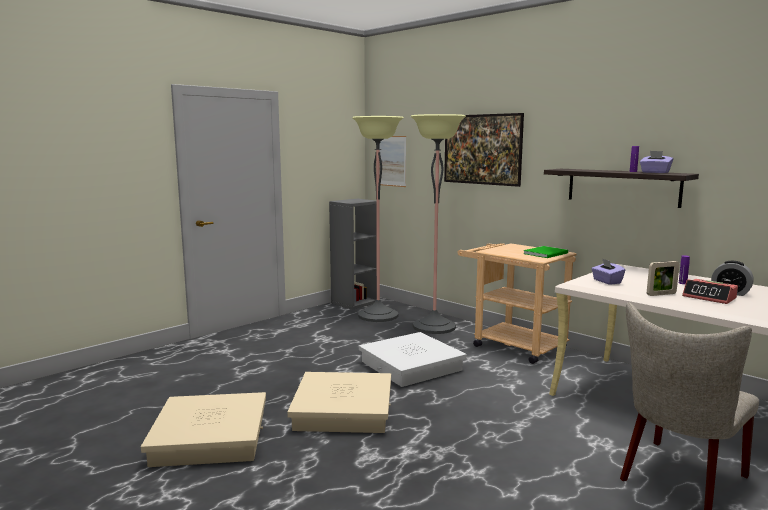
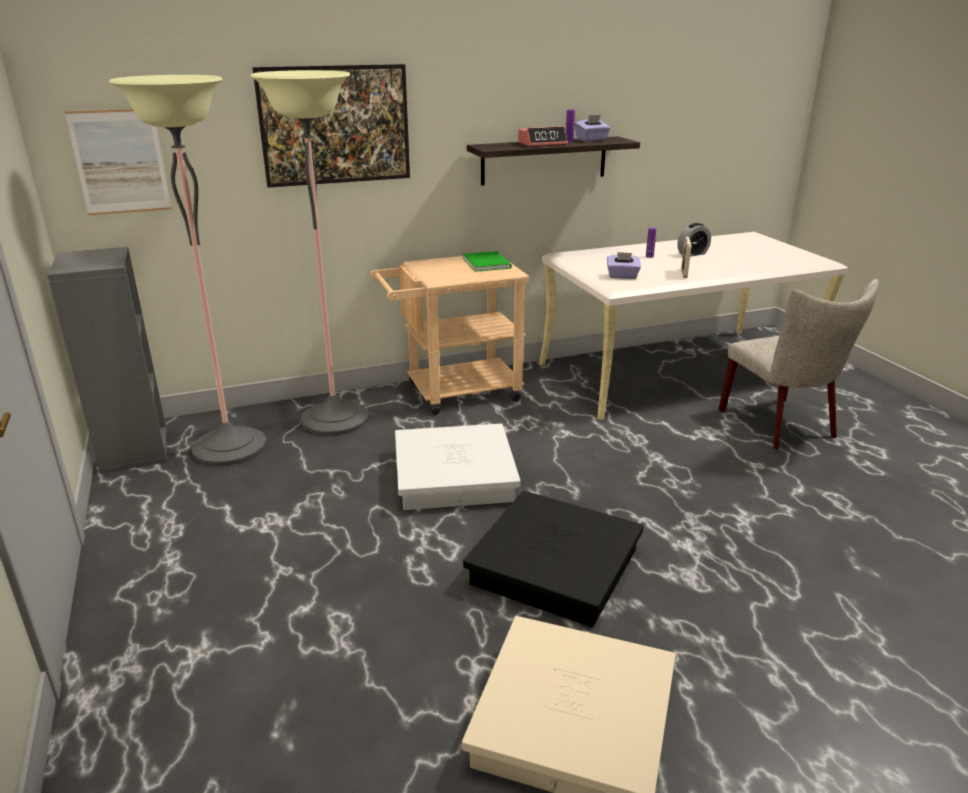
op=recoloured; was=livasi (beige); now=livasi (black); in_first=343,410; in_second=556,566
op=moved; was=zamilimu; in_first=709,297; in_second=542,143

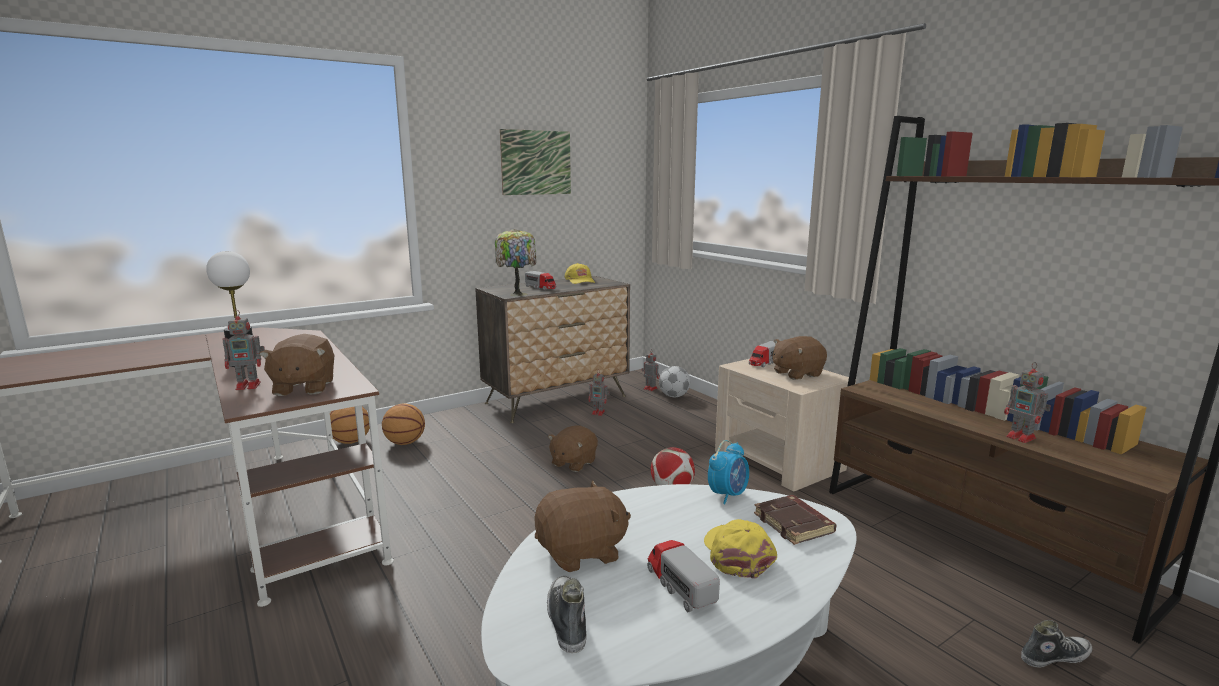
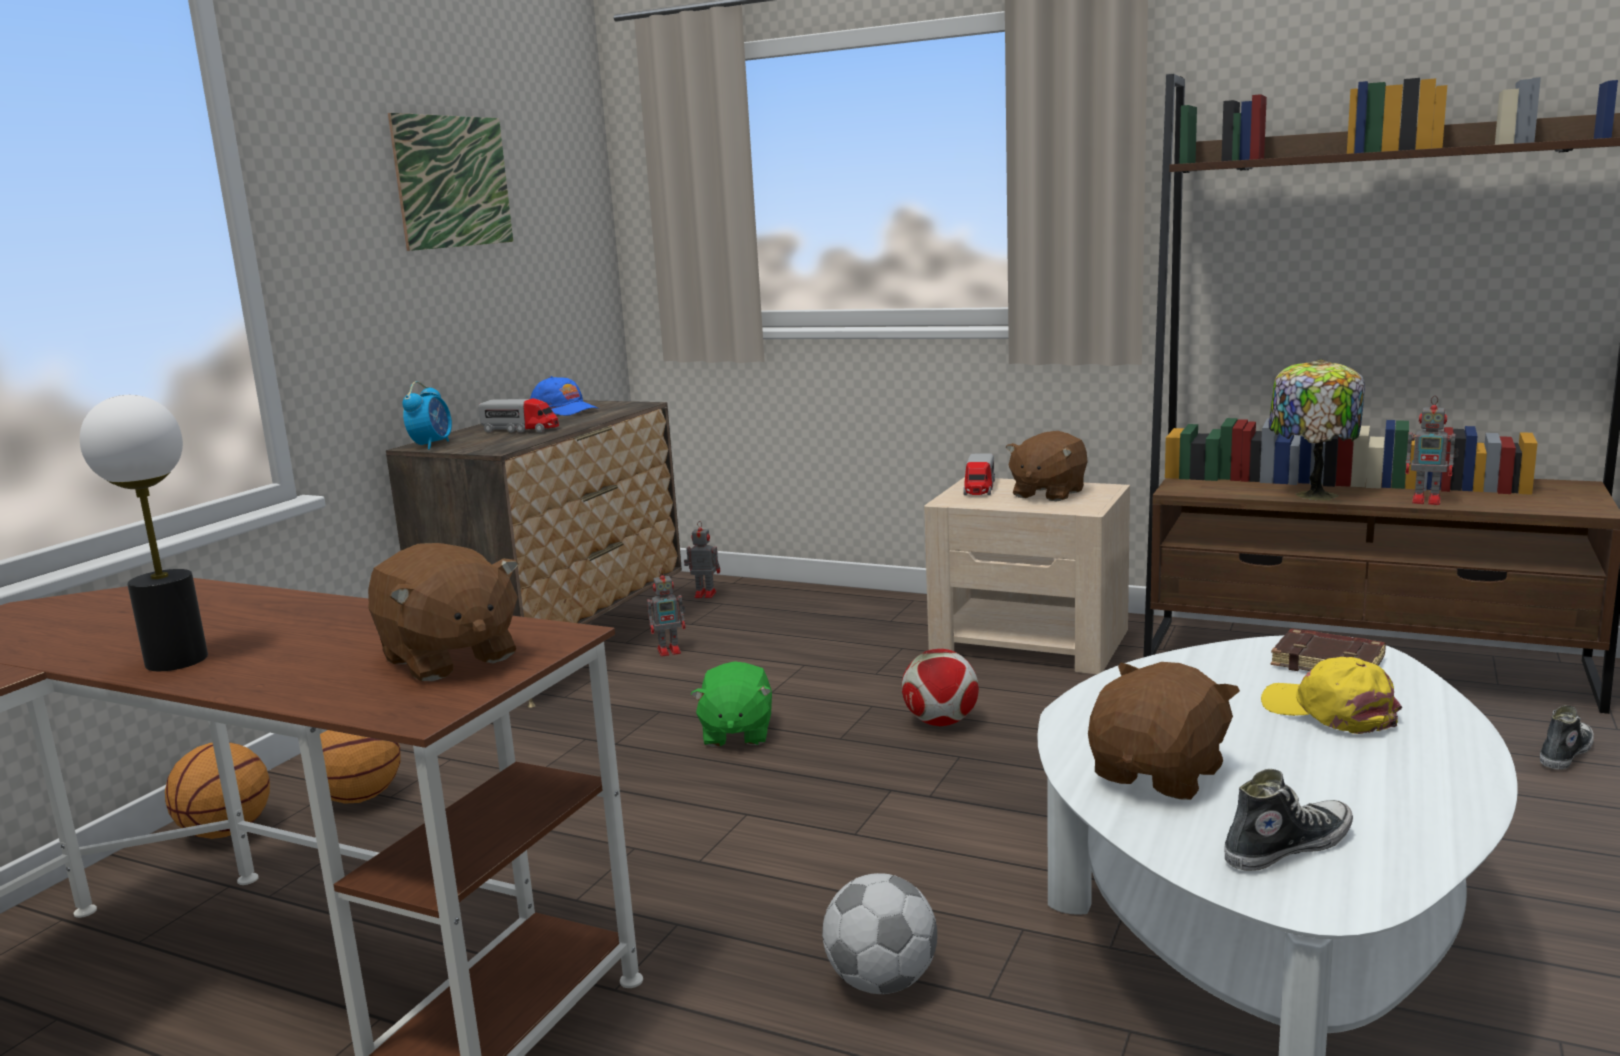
op=moved; was=zamilimu; in_first=728,495; in_second=432,445
op=recoloured; was=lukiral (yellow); now=lukiral (blue); in_first=580,281; in_second=565,410
op=recoloured; was=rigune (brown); now=rigune (green); in_first=573,463; in_second=736,733
op=moved; was=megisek; in_first=674,396; in_second=882,981
op=turned; was=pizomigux; in_first=566,620; in_second=1286,847; clockwise=105
op=moved; was=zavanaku; in_first=517,294; in_second=1312,495
op=removed; was=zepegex; in_first=250,385
op=removed; was=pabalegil; in_first=680,585

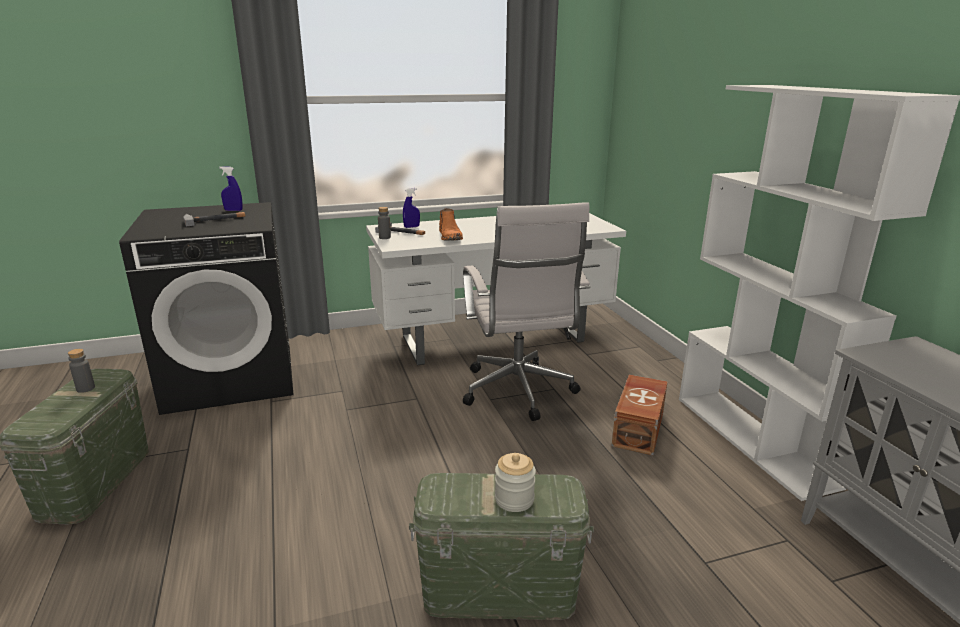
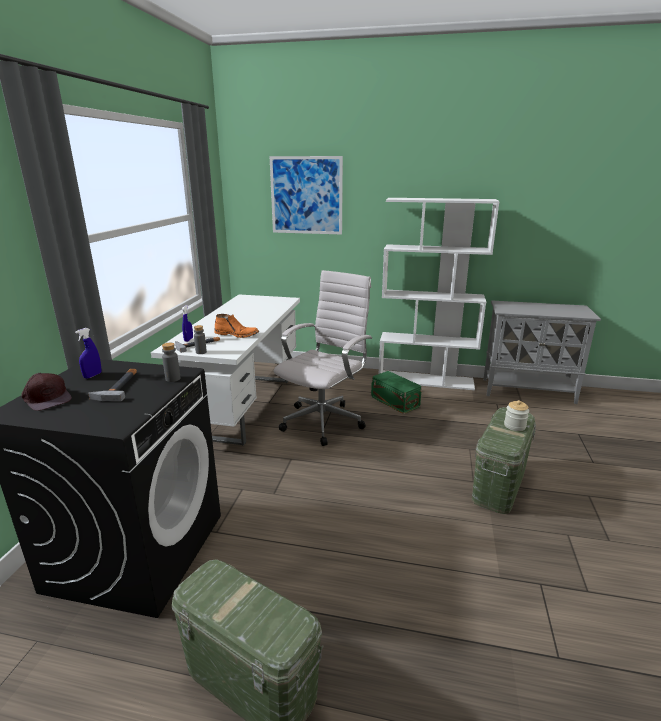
op=added; now=lukiral (brown); in_second=47,398
op=moved; was=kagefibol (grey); in_first=85,388; in_second=173,379
op=added; now=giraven; in_second=306,195
op=turned; was=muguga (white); in_first=519,393; in_second=324,421; clockwise=-75
op=recoloured; was=livasi (brown); now=livasi (green); in_first=639,429; in_second=395,401

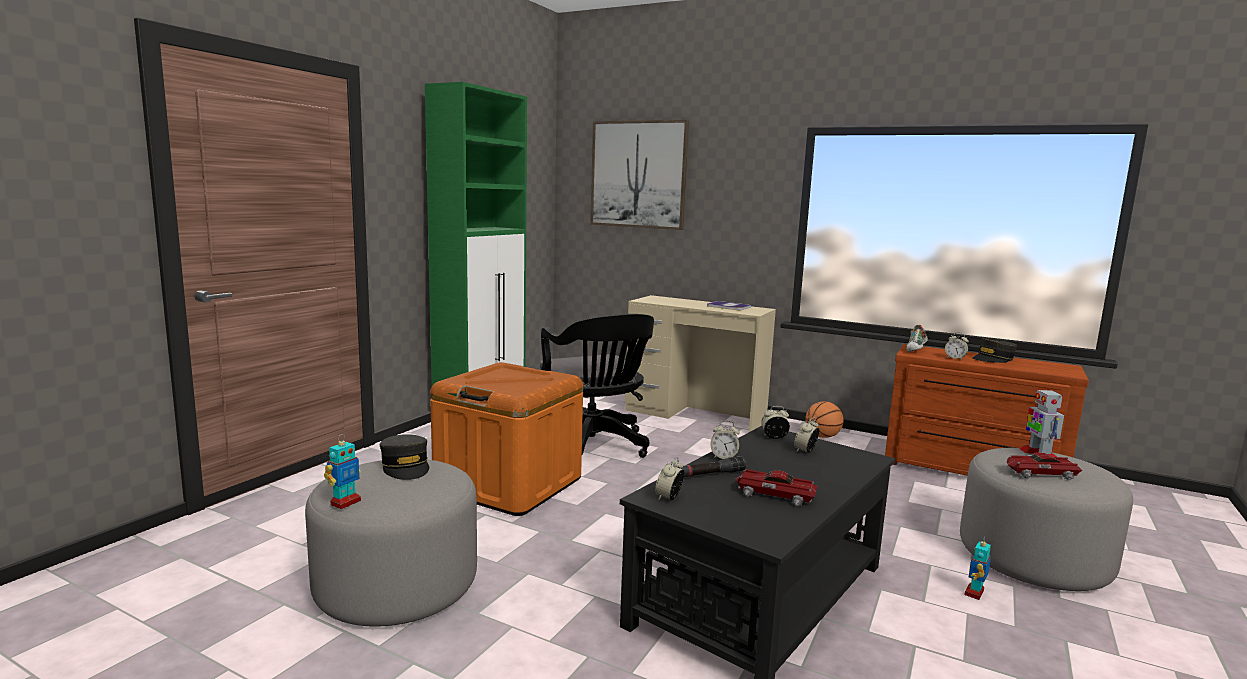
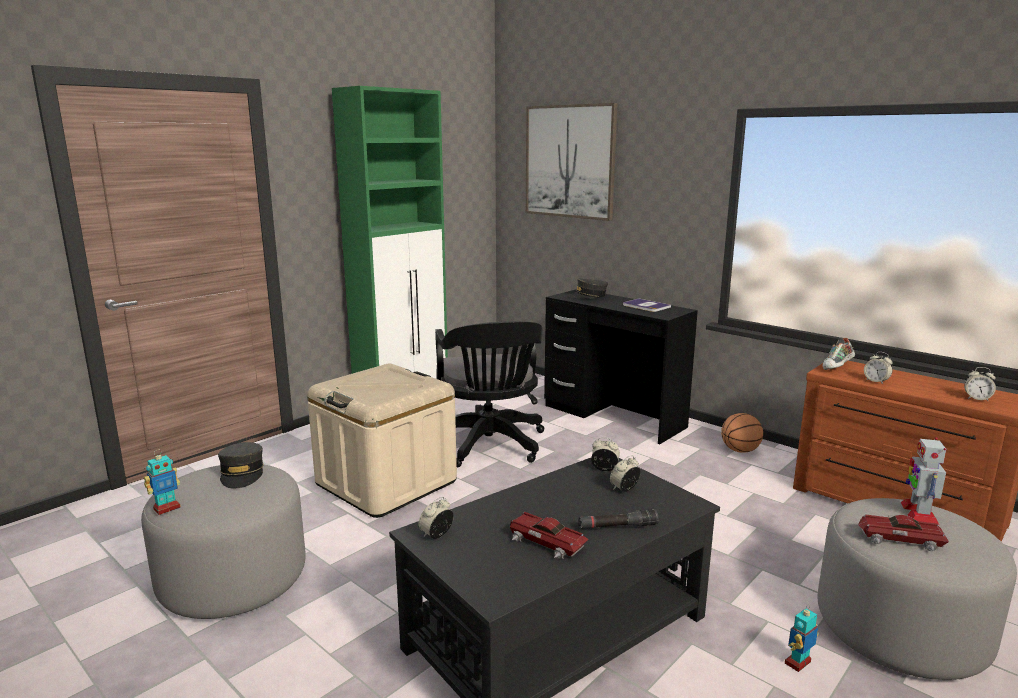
op=recoloured; was=livasi (orange); now=livasi (beige); in_first=509,485; in_second=386,482
op=recoloured; was=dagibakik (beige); now=dagibakik (black); in_first=695,416; in_second=614,416
op=moved; was=lukiral (grey); in_first=993,359; in_second=588,296
op=moved; was=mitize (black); in_first=710,474; in_second=617,526
op=moved; was=zamilimu; in_first=723,457; in_second=977,399

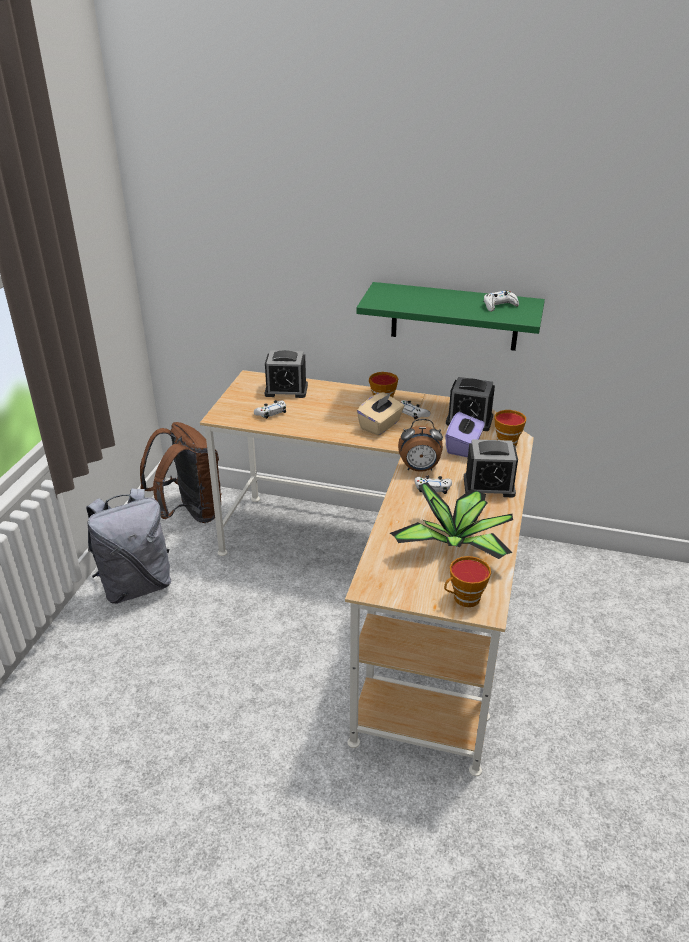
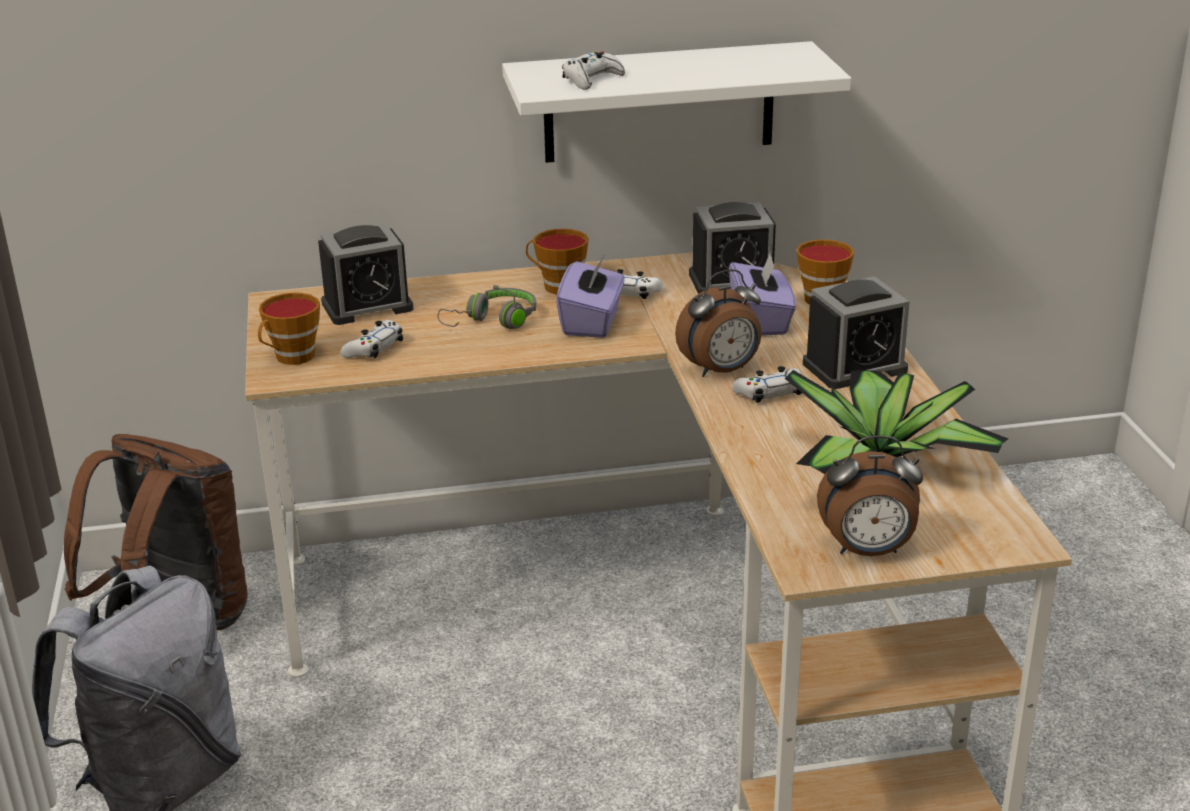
op=moved; was=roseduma; in_first=464,599; in_second=292,358
op=added; now=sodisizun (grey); in_second=493,321
op=recoloured; was=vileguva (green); now=vileguva (white); in_first=454,316; in_second=659,102
op=recoloured; was=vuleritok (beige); now=vuleritok (purple); in_first=380,425; in_second=592,322
op=moved; was=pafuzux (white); in_first=499,305; in_second=592,79
op=added; now=zamilimu; in_second=867,551

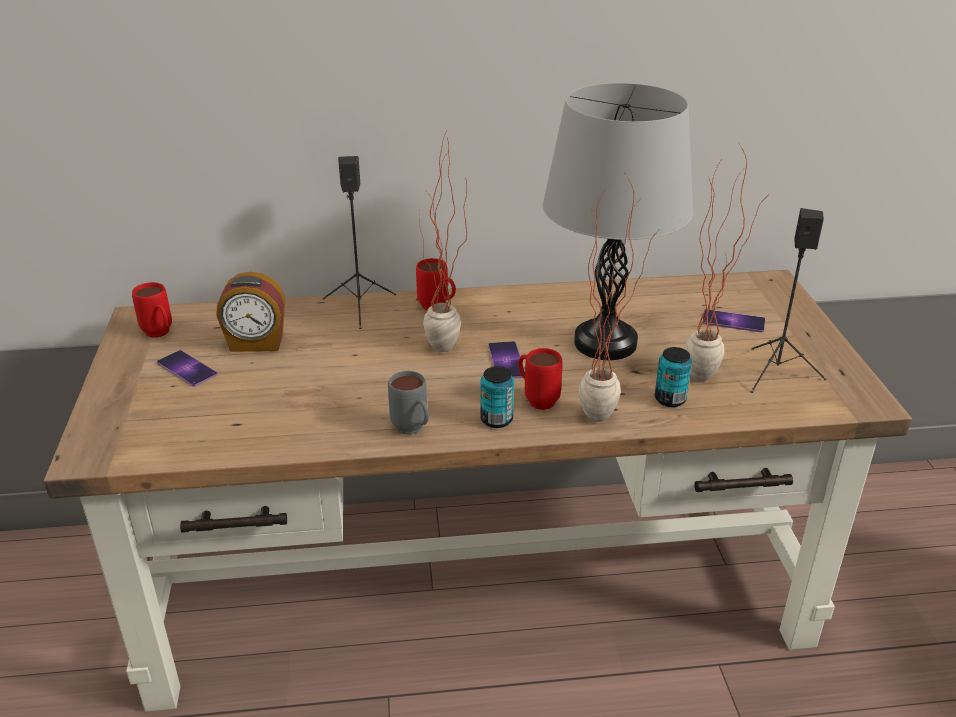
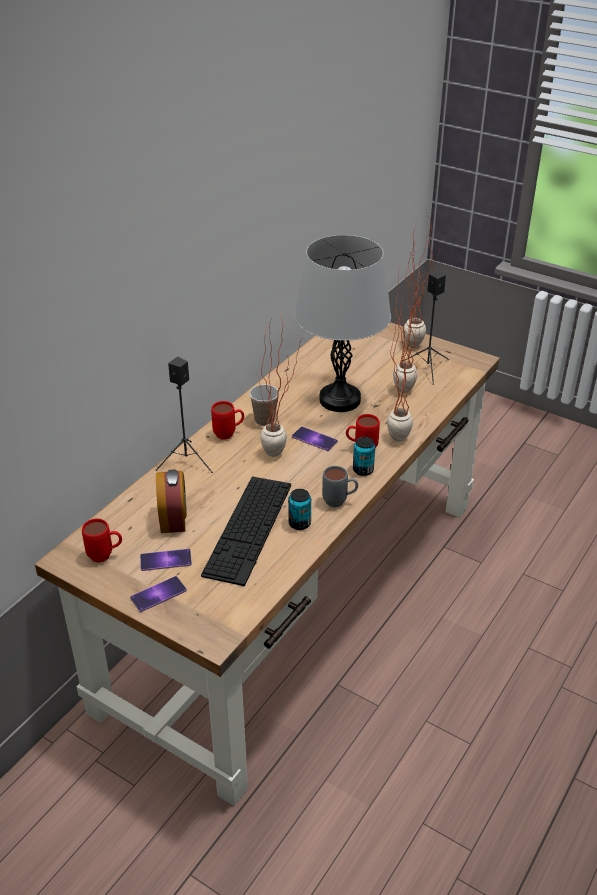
op=moved; was=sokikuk; in_first=733,321; in_second=158,594
op=turned; was=zamilimu; in_first=256,343; in_second=174,520; clockwise=-45
op=added; now=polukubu; in_second=248,528
op=added; now=roseduma; in_second=264,420
op=moved; was=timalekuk; in_first=670,399; in_second=299,523
op=added; now=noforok; in_second=418,343

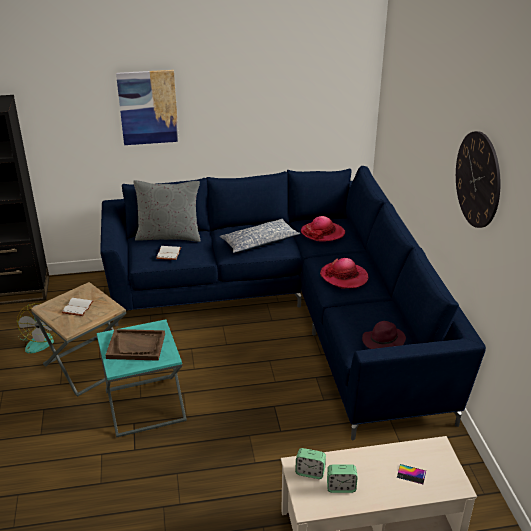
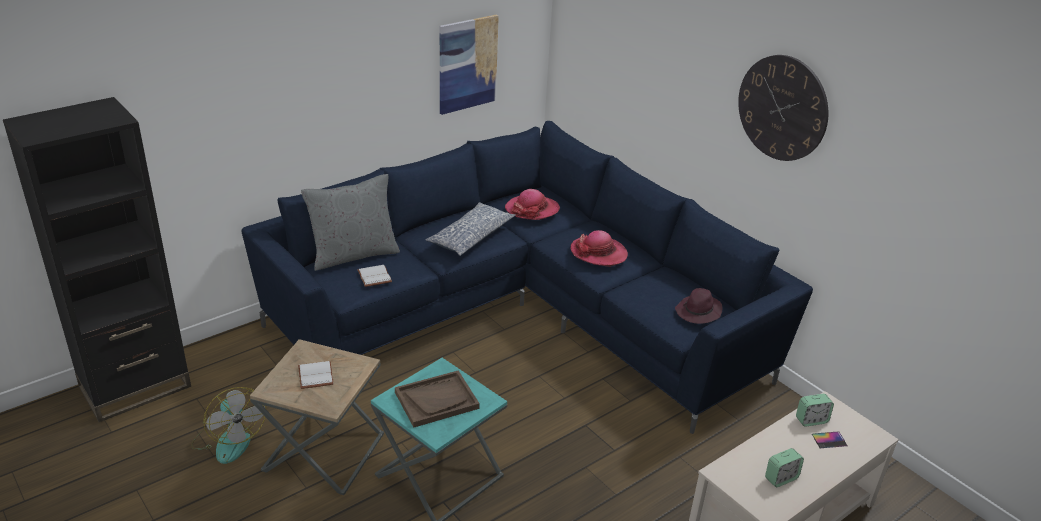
op=moved; was=giraven; in_first=148,107; in_second=467,64
op=moved; was=zamilimu; in_first=310,472; in_second=811,420

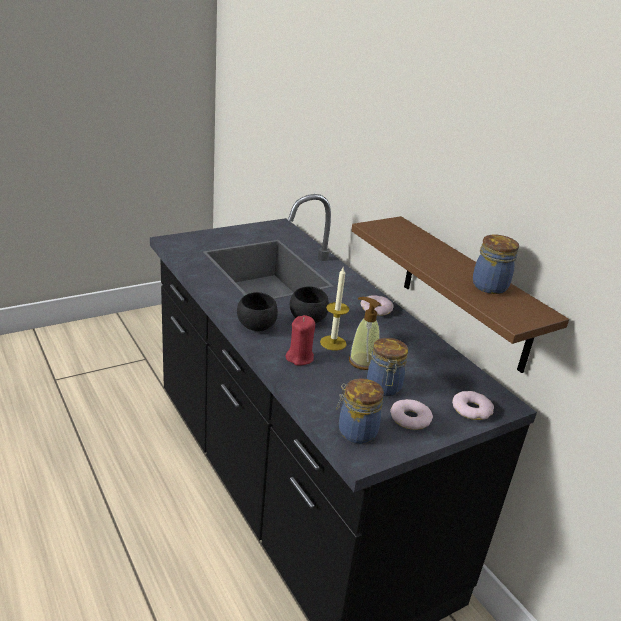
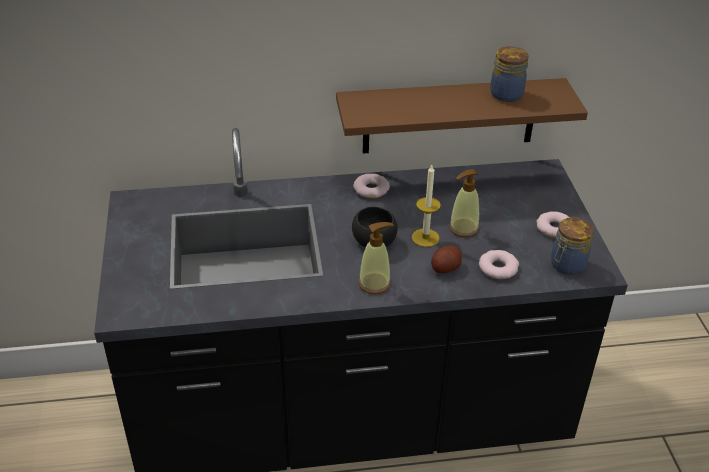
op=replaced; was=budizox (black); now=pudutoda; in_first=256,326; in_second=374,283
op=replaced; was=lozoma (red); now=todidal; in_first=300,358; in_second=445,267
op=moved; was=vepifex; in_first=472,409; in_second=498,268
op=removed; was=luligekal; in_first=383,388

